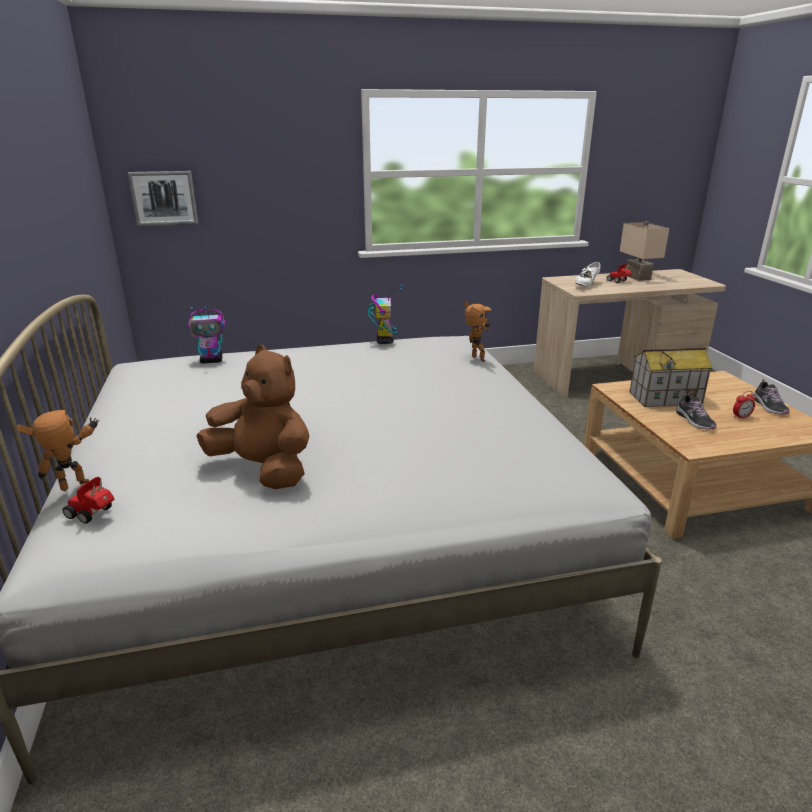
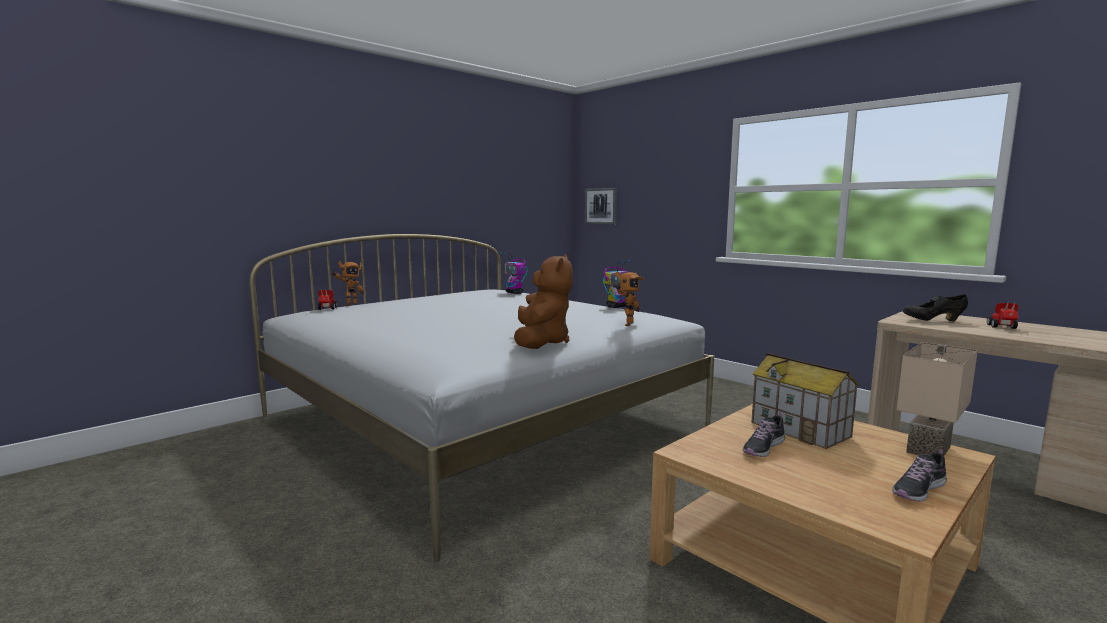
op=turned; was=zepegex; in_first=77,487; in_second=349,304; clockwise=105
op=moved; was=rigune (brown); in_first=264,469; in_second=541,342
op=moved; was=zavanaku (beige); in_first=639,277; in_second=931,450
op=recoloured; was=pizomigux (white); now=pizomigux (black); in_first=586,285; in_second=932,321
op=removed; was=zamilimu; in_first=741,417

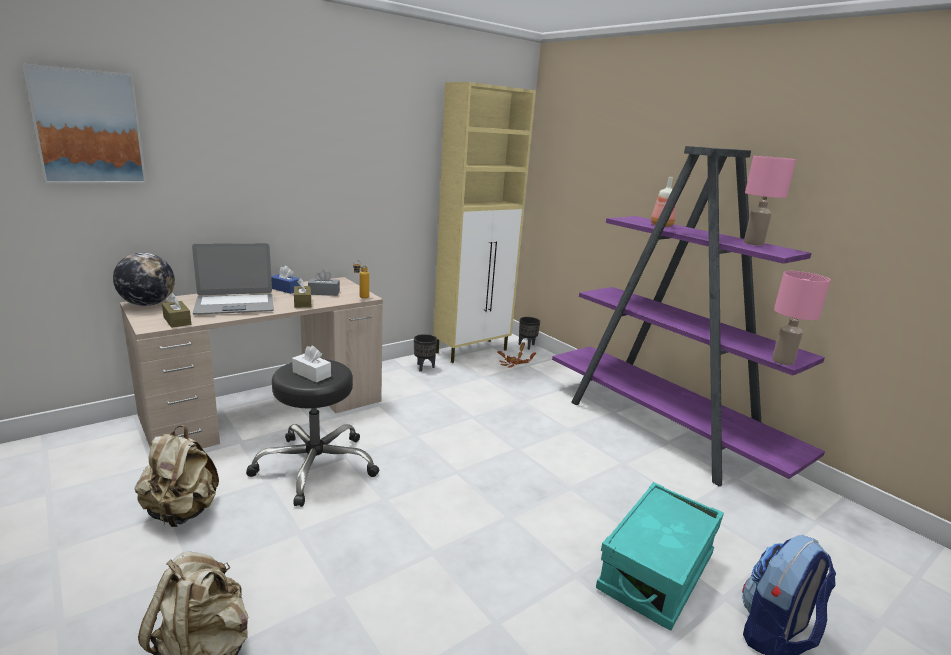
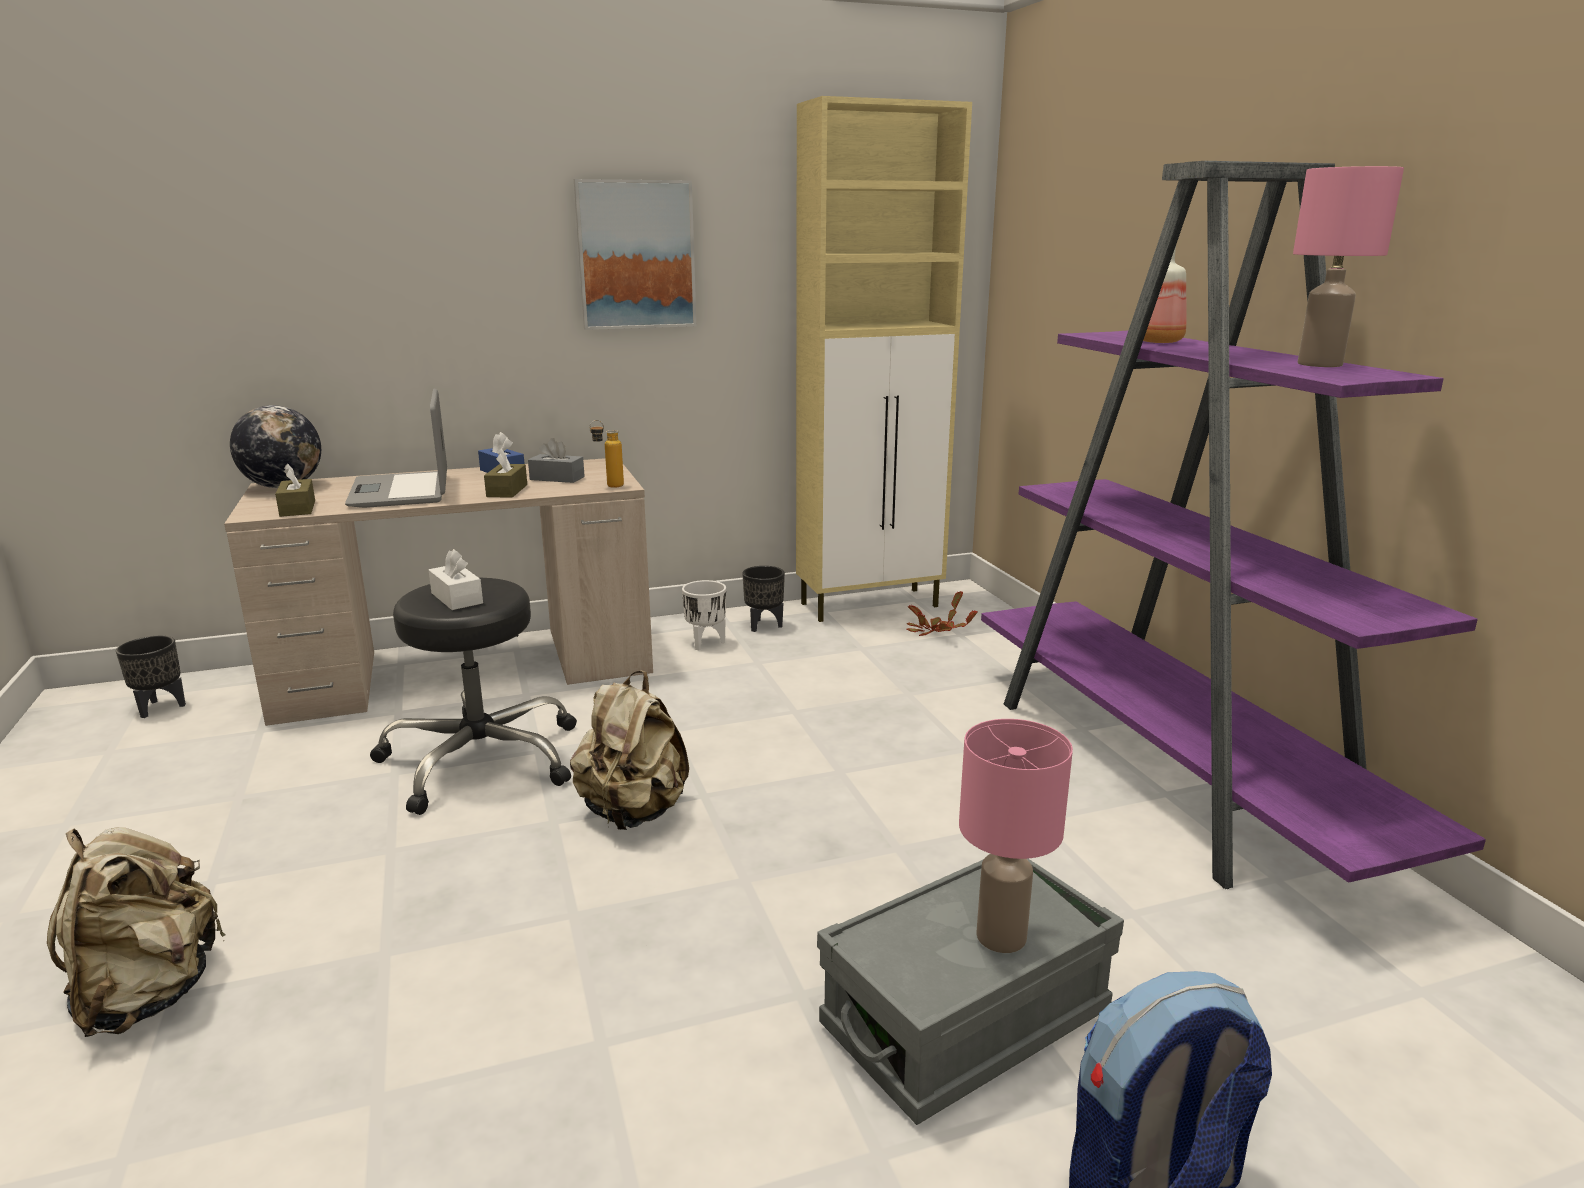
op=moved; was=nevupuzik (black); in_first=526,346; in_second=160,707
op=turned; was=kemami; in_first=235,305; in_second=401,491; clockwise=75
op=moved; was=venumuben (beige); in_first=182,512; in_second=633,813
op=moved; was=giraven; in_first=88,127; in_second=636,255
op=added; now=nevupuzik (white); in_second=705,642
op=recoloured; was=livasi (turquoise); now=livasi (grey); in_first=655,572; in_second=965,1020
op=moved; was=zavanaku (pink); in_first=782,361; in_second=999,936

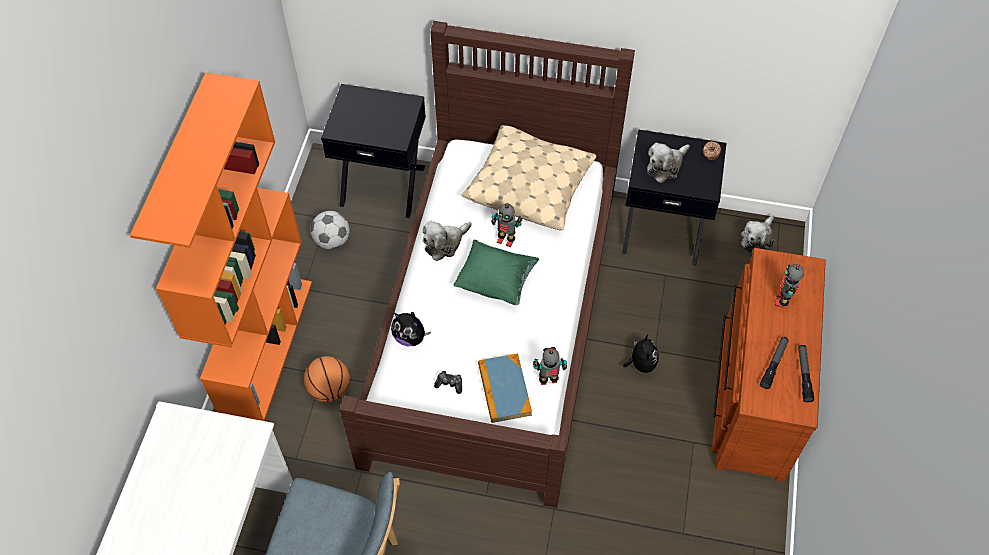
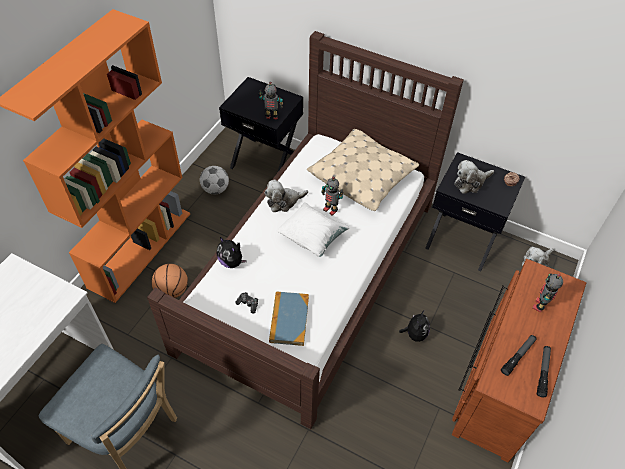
op=moved; was=zepegex; in_first=548,380; in_second=272,117
op=recoloured; was=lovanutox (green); now=lovanutox (white); in_first=496,282; in_second=312,238

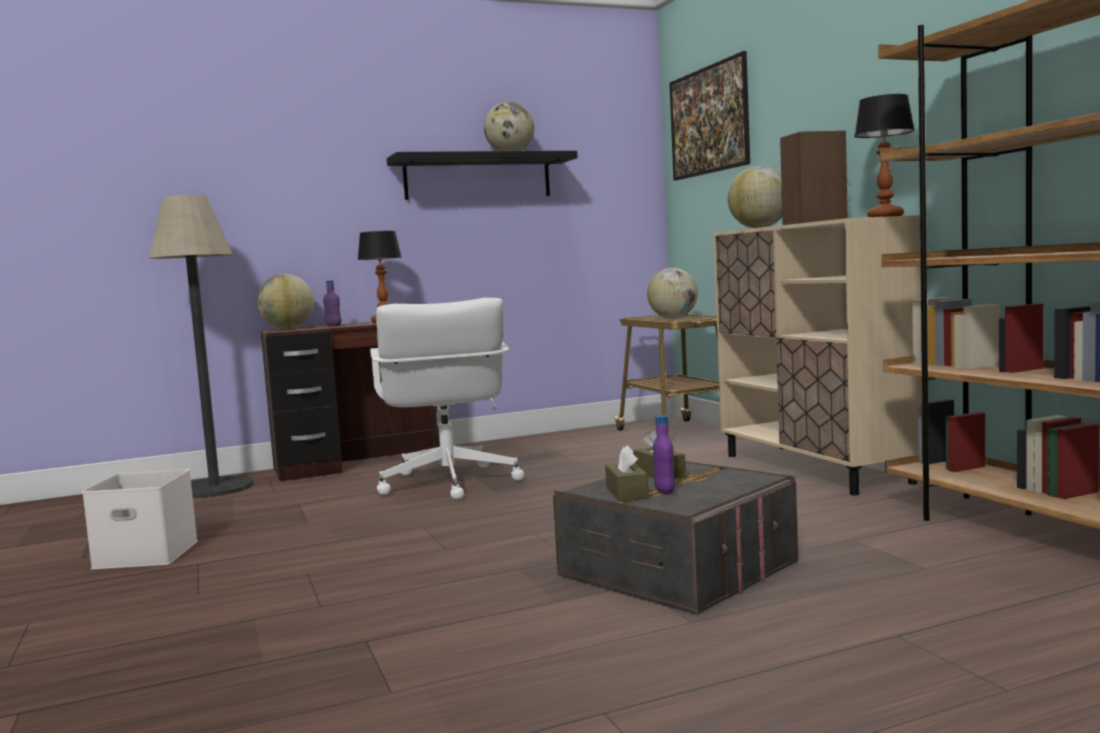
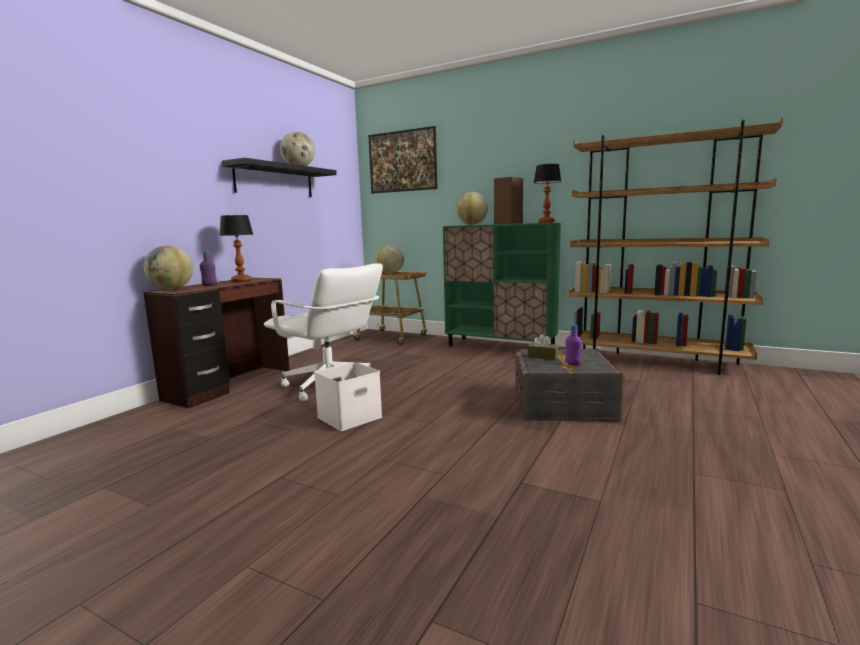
op=moved; was=livasi (white); in_first=149,554; in_second=350,416
op=recoloured; was=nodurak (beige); now=nodurak (green); in_first=815,469; in_second=501,346
op=removed; was=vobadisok; in_first=214,488
op=removed; was=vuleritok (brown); in_first=626,492

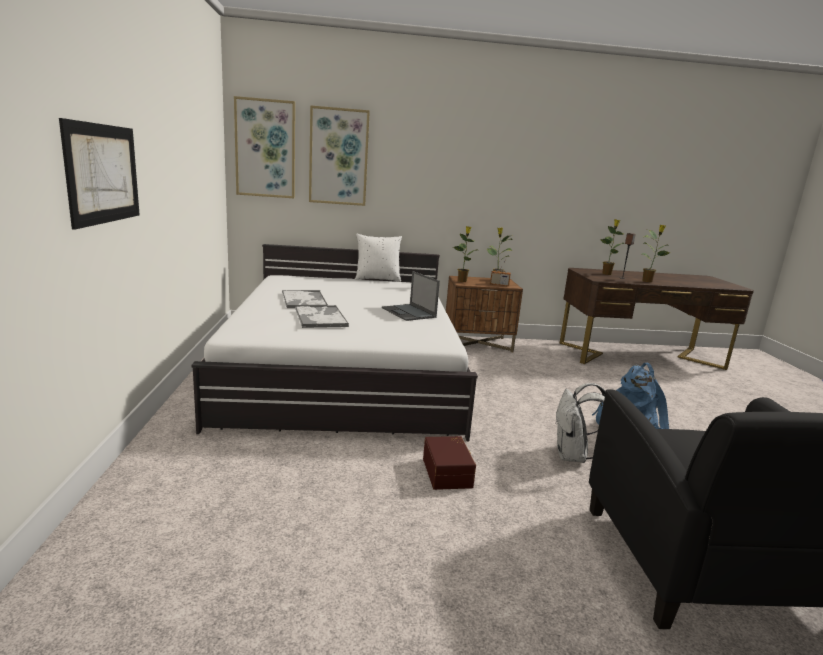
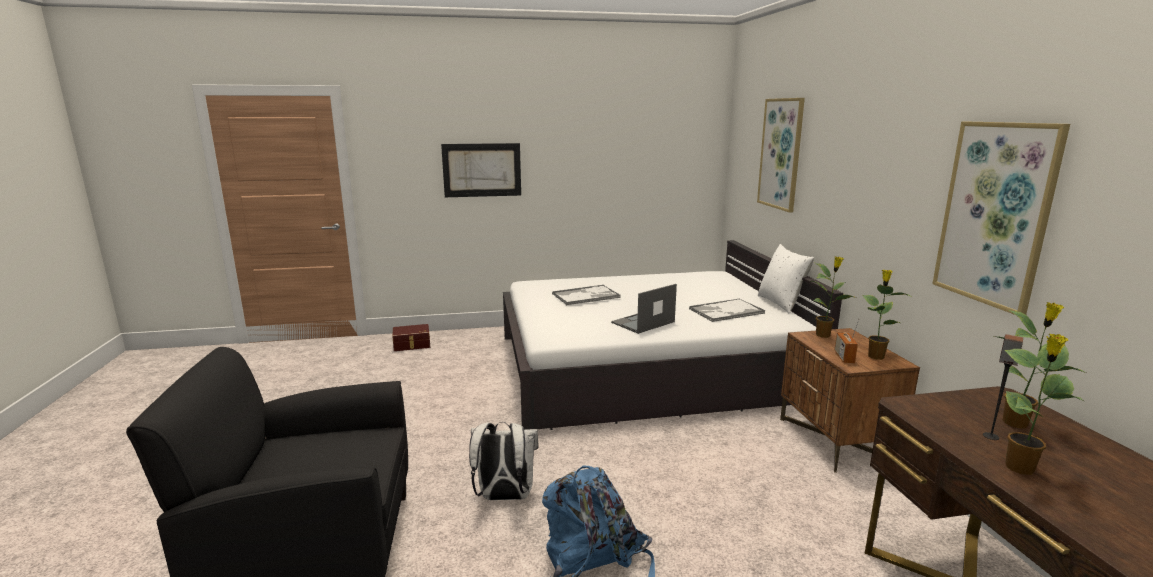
op=moved; was=livasi (brown); in_first=448,472; in_second=412,345
op=moved; was=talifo; in_first=304,300; in_second=725,311
op=moved; was=giraven; in_first=265,149; in_second=995,214

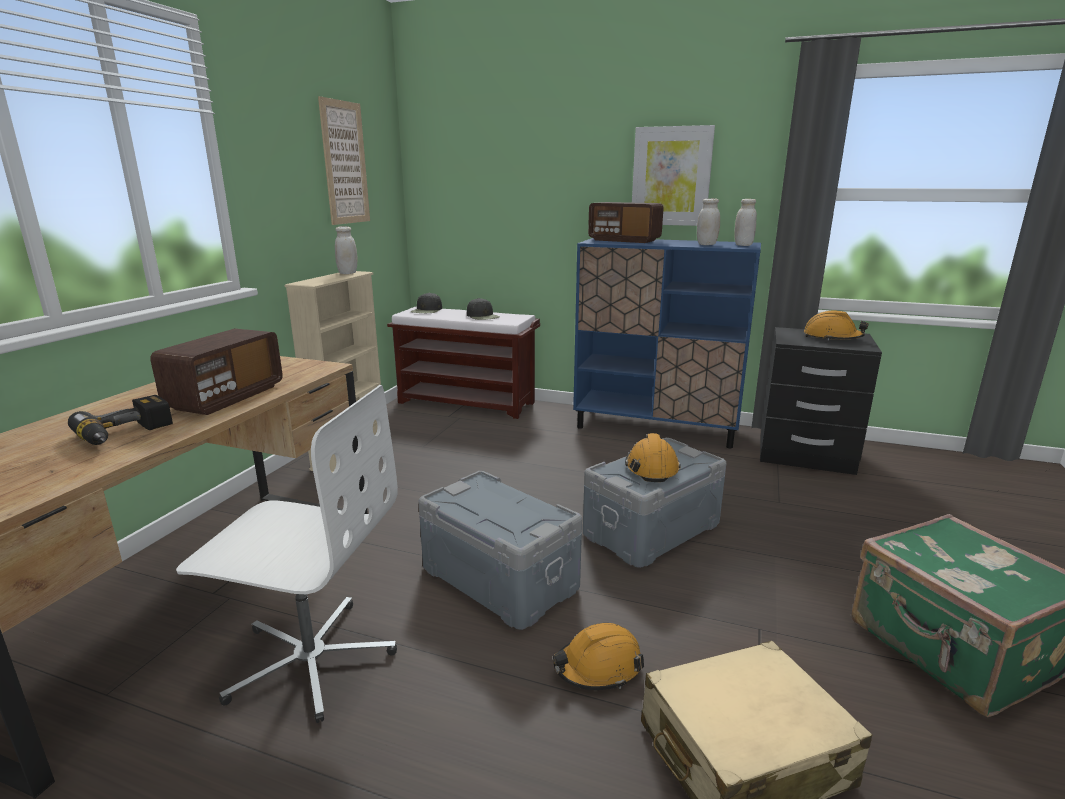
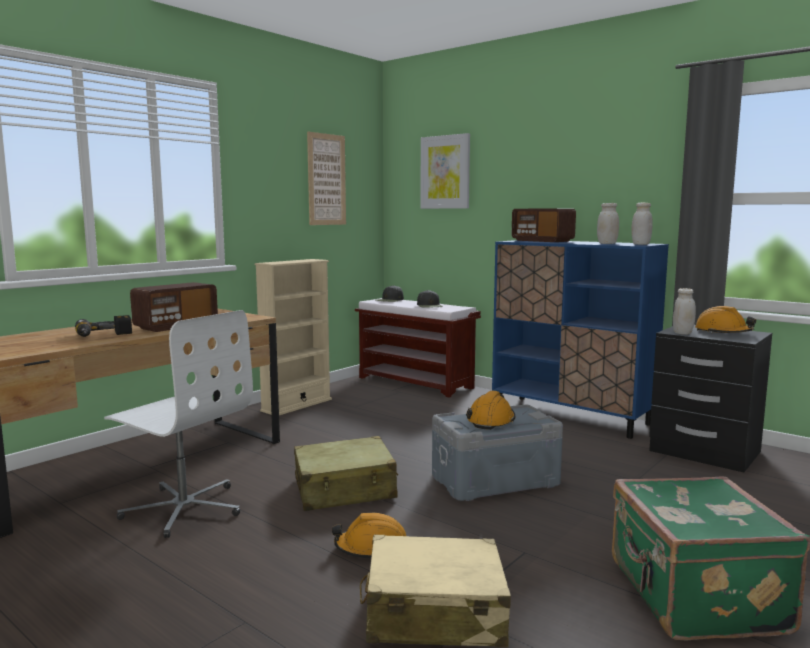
op=replaced; was=livasi (grey); now=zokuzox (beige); in_first=500,578; in_second=345,489
op=moved; was=giraven; in_first=671,176; in_second=445,172
op=moved; was=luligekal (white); in_first=348,273; in_second=682,333

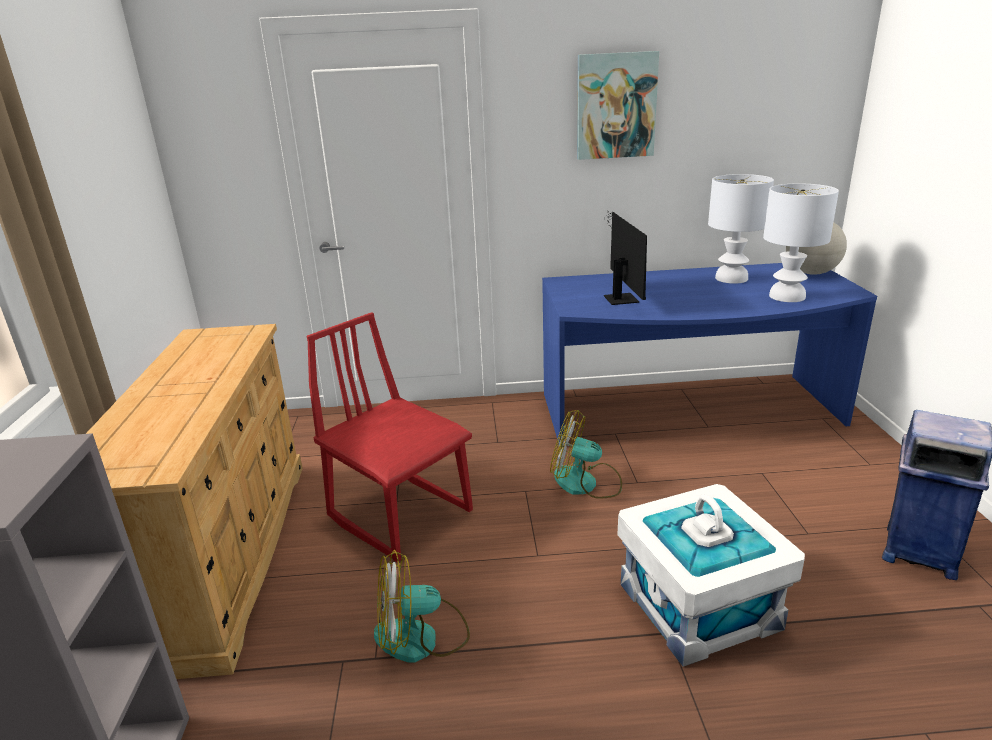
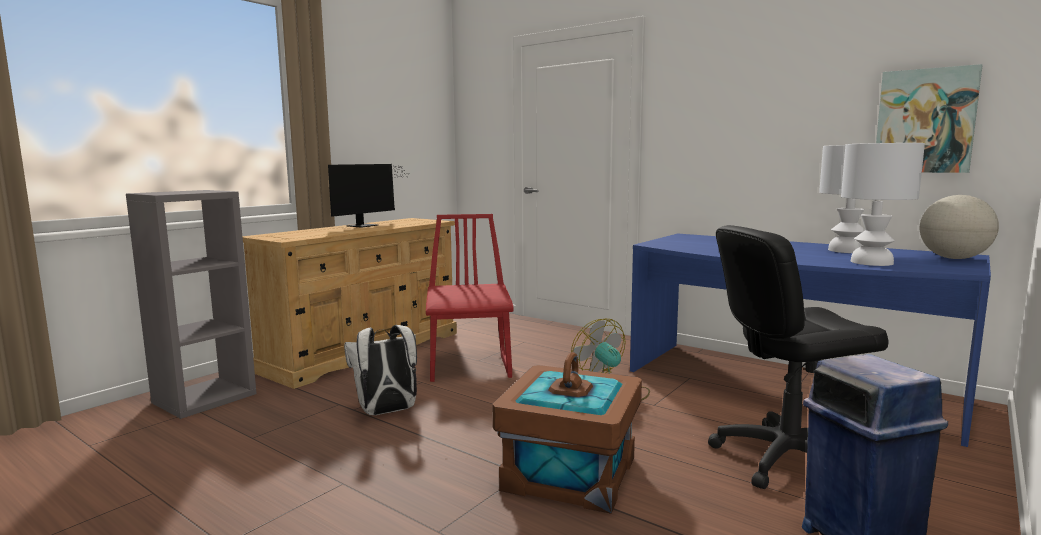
op=moved; was=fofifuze; in_first=620,297; in_second=366,225
op=replaced; was=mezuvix; now=venumuben (white); in_first=421,637; in_second=386,412
op=recoloured; was=livasi (white); now=livasi (brown); in_first=699,606; in_second=571,474
op=added; now=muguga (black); in_second=786,459
op=moved; was=giraven; in_first=616,106; in_second=925,121

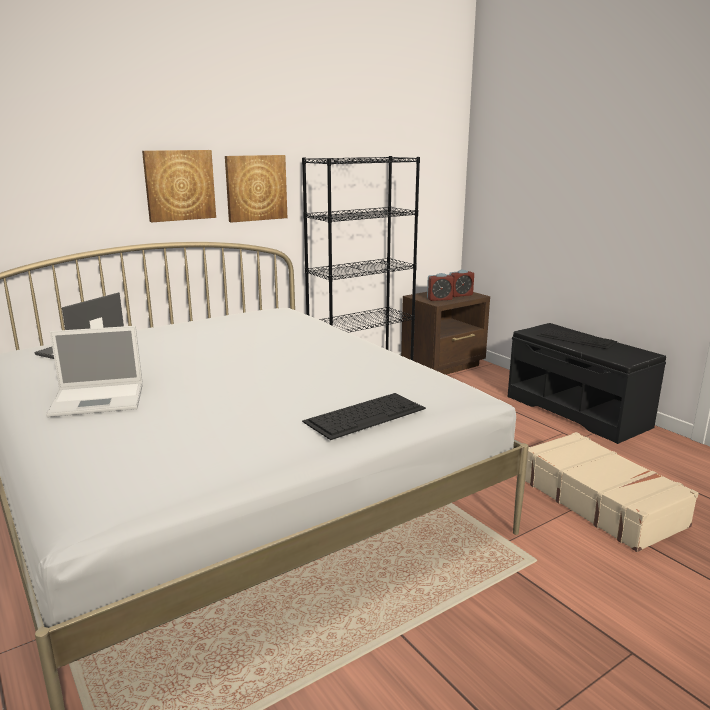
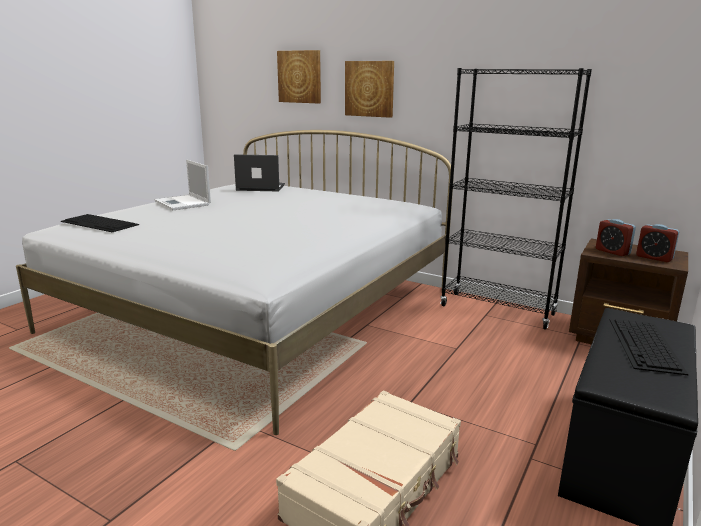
op=moved; was=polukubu; in_first=366,414; in_second=100,223
op=moved; was=giraven; in_first=256,188; in_second=300,77

